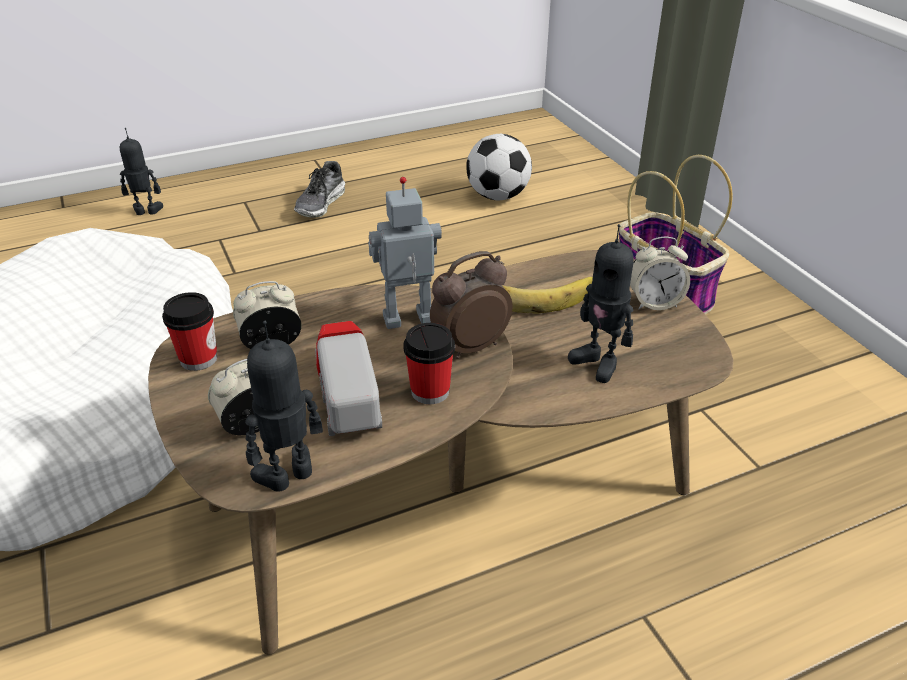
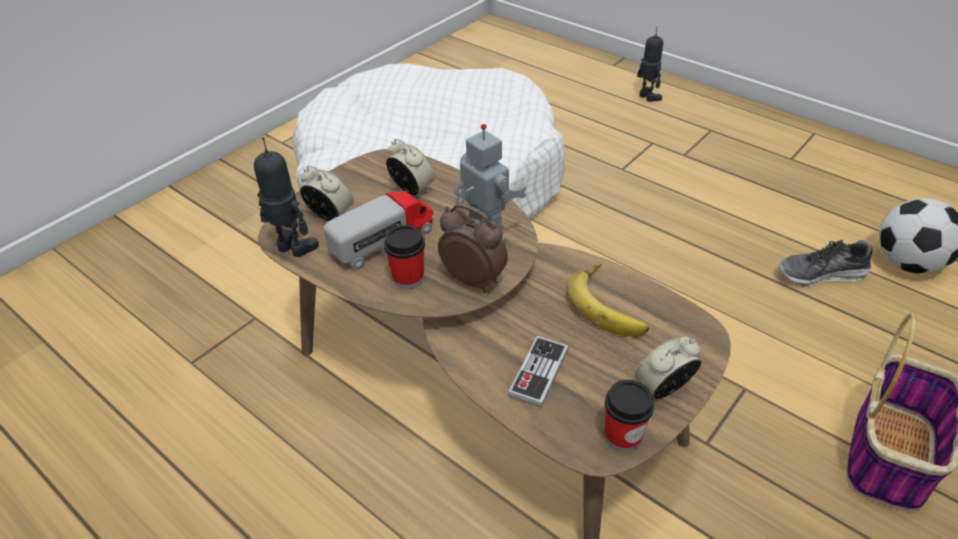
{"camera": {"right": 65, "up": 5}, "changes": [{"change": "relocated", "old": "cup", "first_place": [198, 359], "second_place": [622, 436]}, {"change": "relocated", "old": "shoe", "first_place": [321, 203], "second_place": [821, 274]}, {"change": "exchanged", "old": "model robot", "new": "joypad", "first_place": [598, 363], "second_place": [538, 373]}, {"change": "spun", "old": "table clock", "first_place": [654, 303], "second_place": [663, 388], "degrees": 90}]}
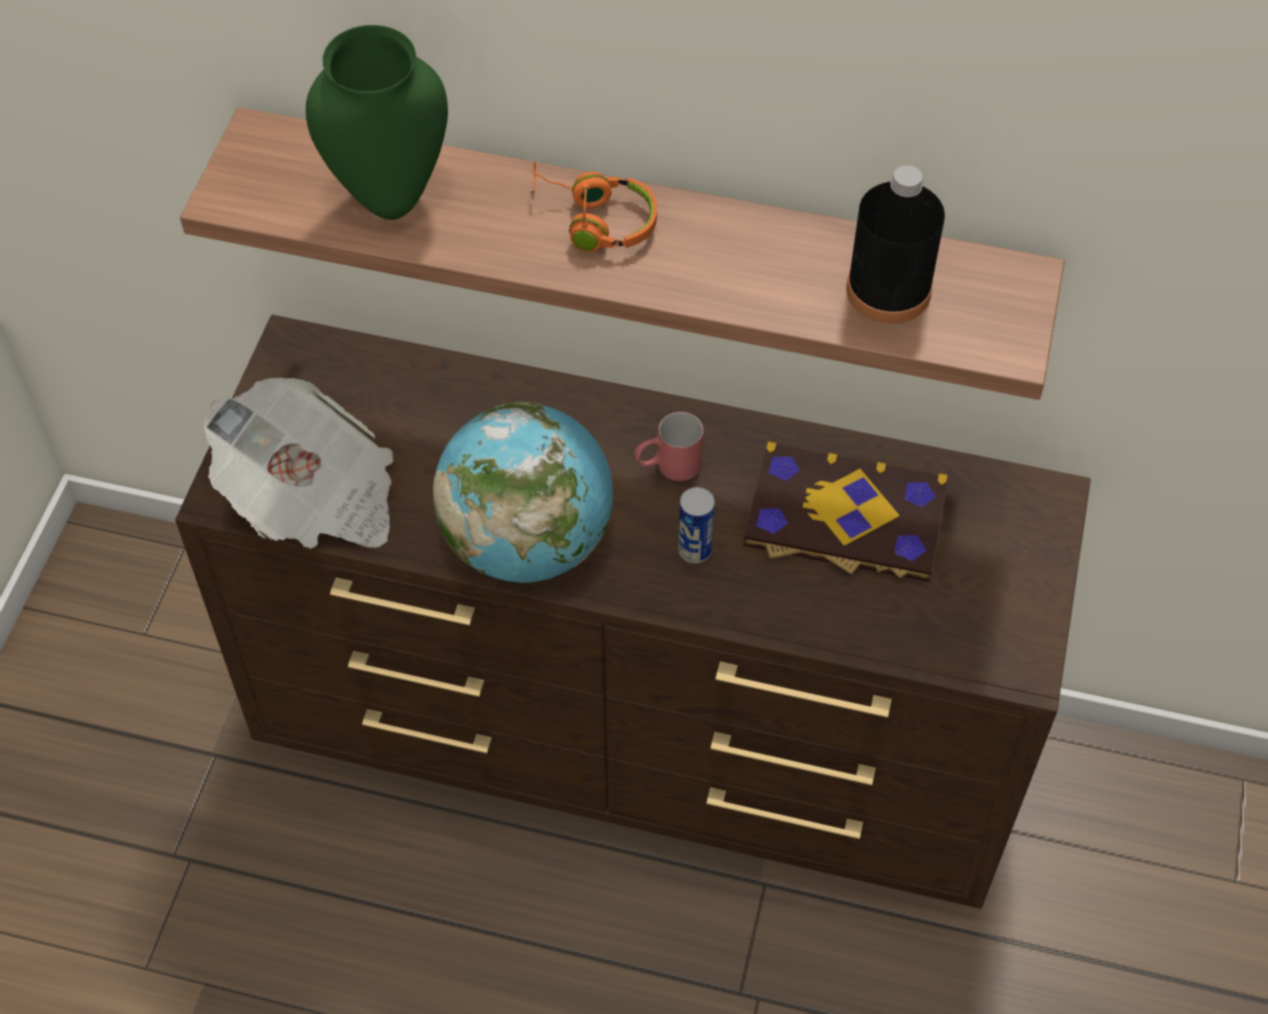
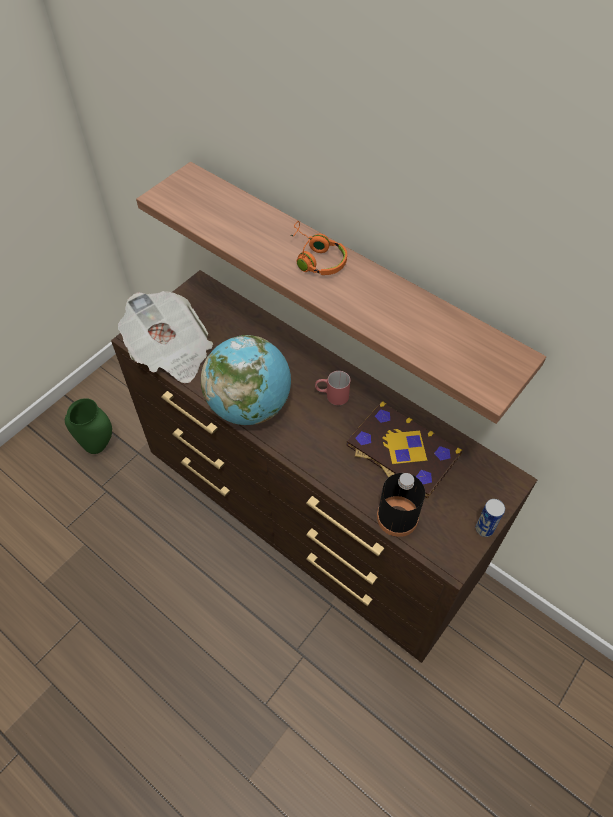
{"camera": {"right": 25, "up": 0}, "changes": [{"change": "relocated", "old": "flower vase in green-coloured", "first_place": [390, 198], "second_place": [99, 445]}, {"change": "relocated", "old": "sealed can", "first_place": [694, 551], "second_place": [484, 529]}, {"change": "relocated", "old": "beverage bottle in black", "first_place": [888, 291], "second_place": [397, 517]}]}
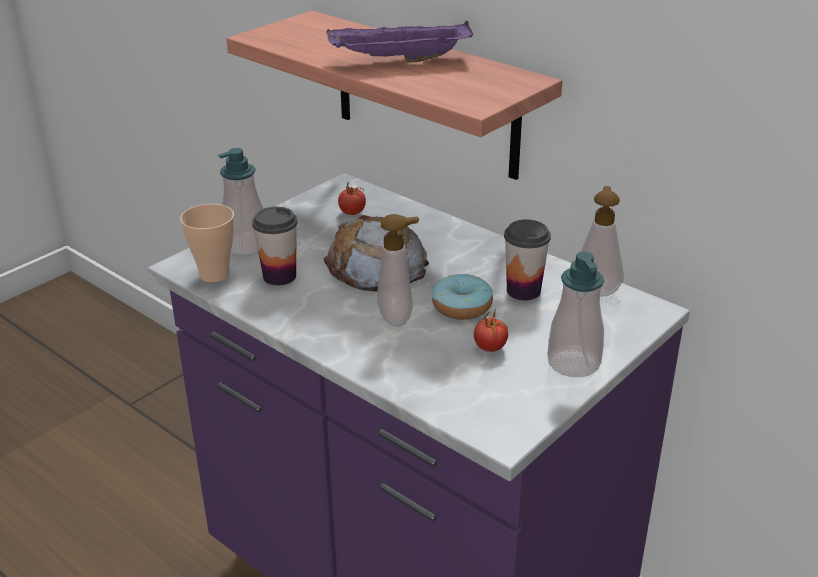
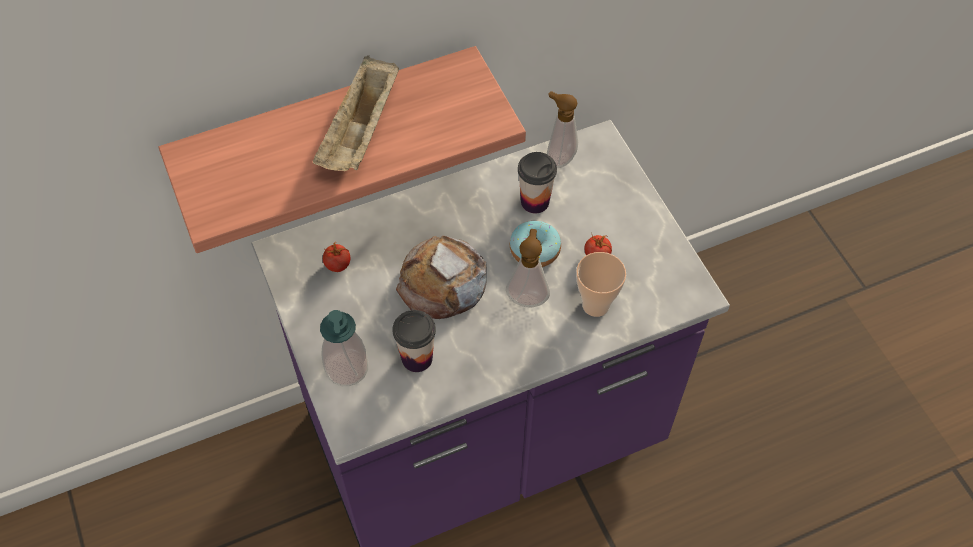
{"camera": {"right": -65, "up": 25}, "changes": [{"change": "missing", "old": "liquid soap bottle", "first_place": [573, 363]}, {"change": "relocated", "old": "cup", "first_place": [214, 274], "second_place": [595, 305]}, {"change": "colour", "old": "carrying tray in purple", "new": "carrying tray in sand-coloured", "first_place": [398, 61], "second_place": [361, 132]}]}
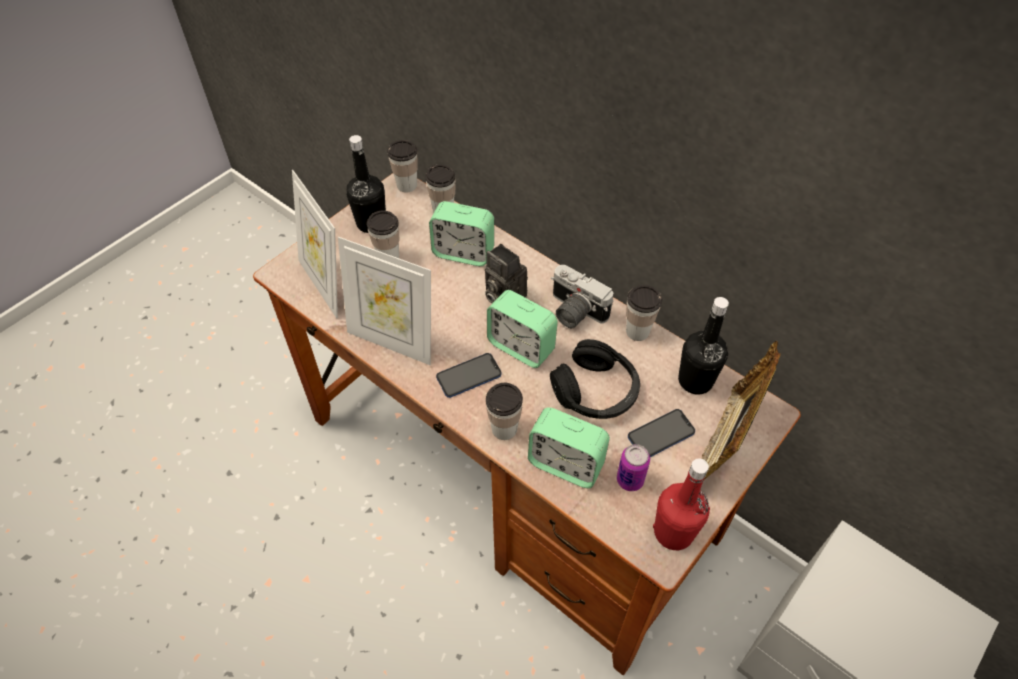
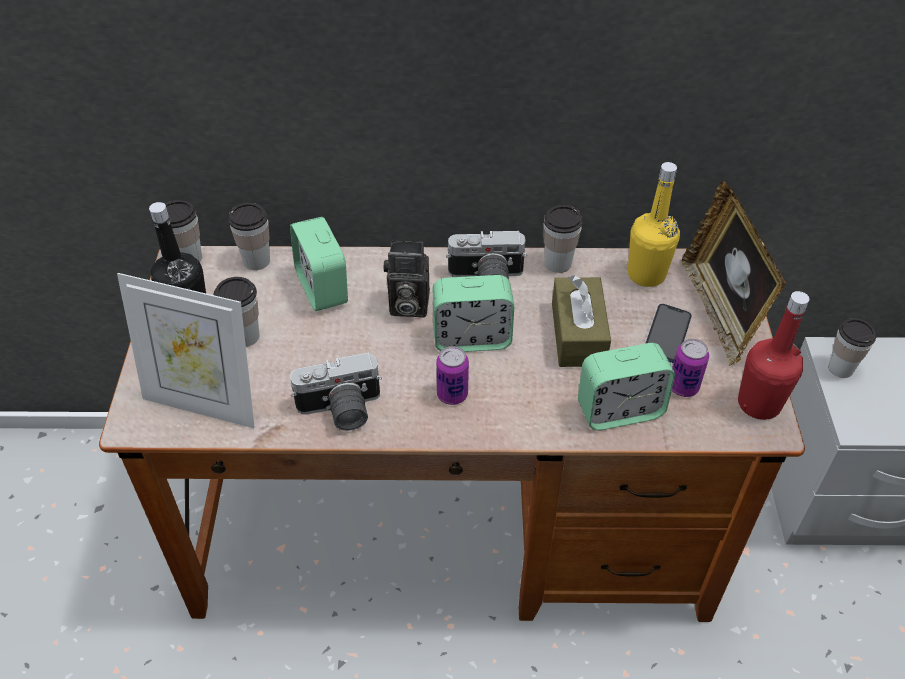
{"camera": {"right": -40, "up": -5}, "changes": [{"change": "relocated", "old": "cup", "first_place": [504, 429], "second_place": [840, 368]}, {"change": "exchanged", "old": "standing frame", "new": "photo camera", "first_place": [393, 341], "second_place": [340, 411]}, {"change": "exchanged", "old": "handset", "new": "sealed can", "first_place": [469, 376], "second_place": [452, 394]}, {"change": "exchanged", "old": "pair of headphones in black", "new": "tissue box in brownish", "first_place": [596, 391], "second_place": [578, 334]}, {"change": "colour", "old": "beverage bottle in black", "new": "beverage bottle in yellow-coloured", "first_place": [695, 381], "second_place": [646, 274]}, {"change": "spun", "old": "table clock", "first_place": [463, 253], "second_place": [322, 288], "degrees": 90}]}
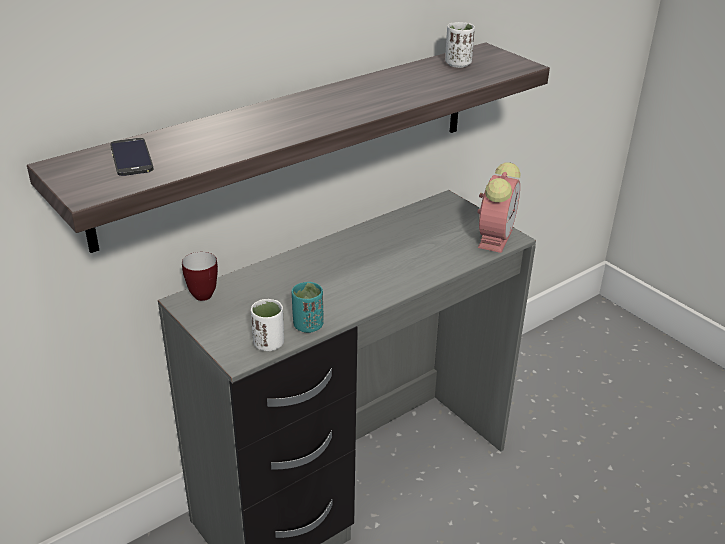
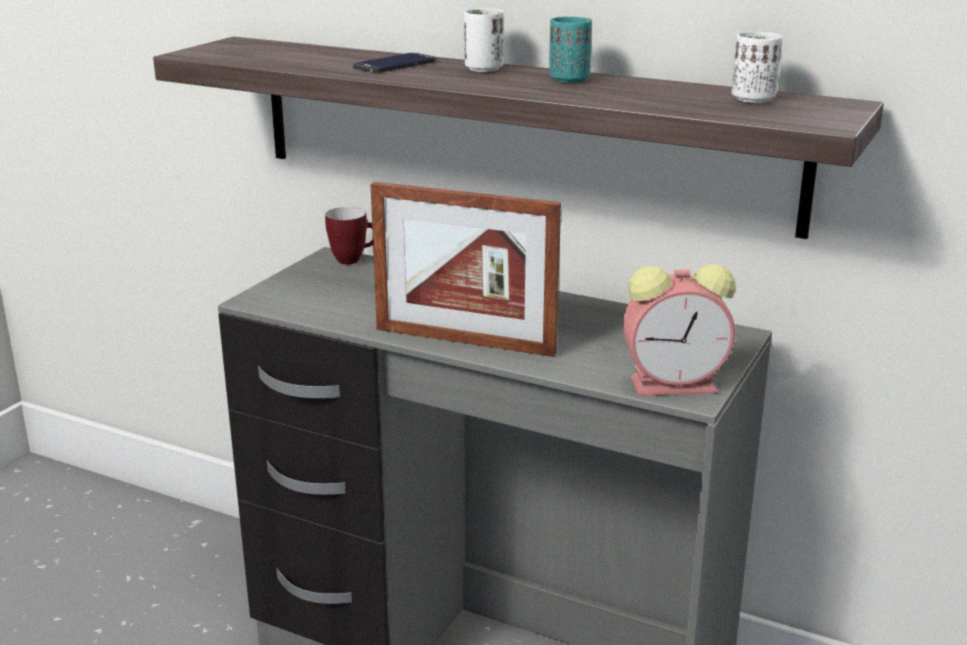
{"camera": {"right": 65, "up": -10}, "changes": [{"change": "appeared", "new": "standing frame", "second_place": [464, 341]}, {"change": "relocated", "old": "handset", "first_place": [131, 157], "second_place": [395, 64]}, {"change": "relocated", "old": "cup in white", "first_place": [268, 344], "second_place": [483, 69]}, {"change": "relocated", "old": "cup in blue-green", "first_place": [308, 325], "second_place": [569, 79]}]}
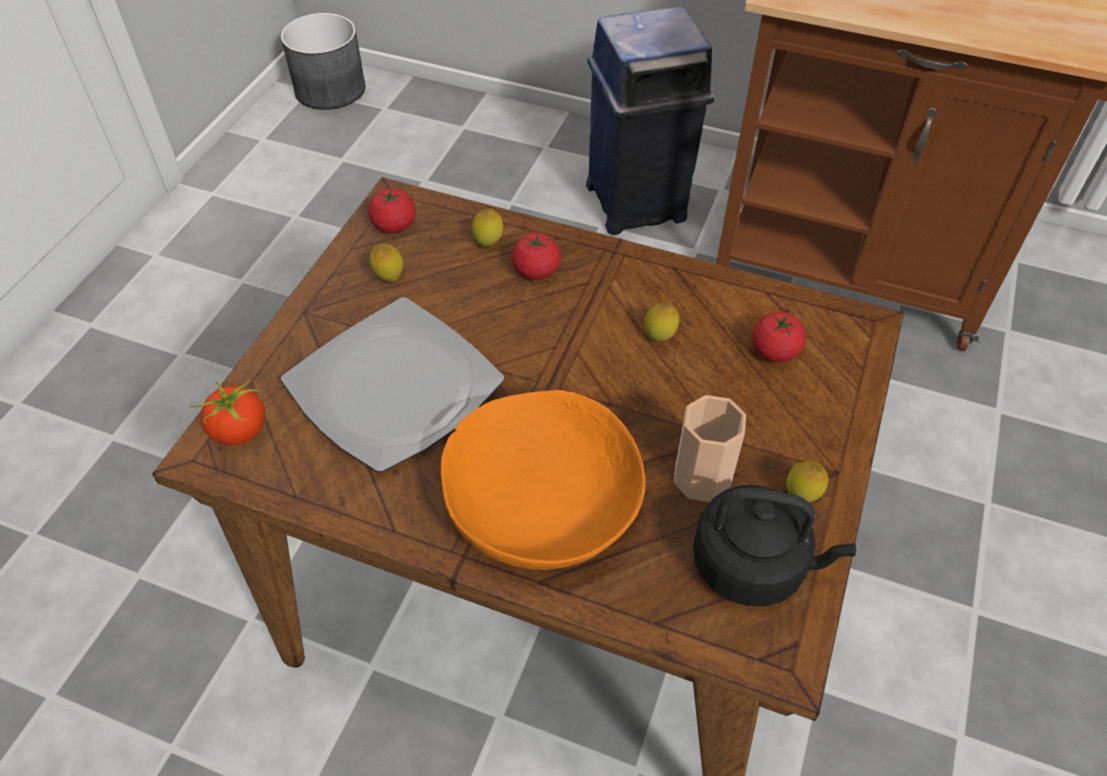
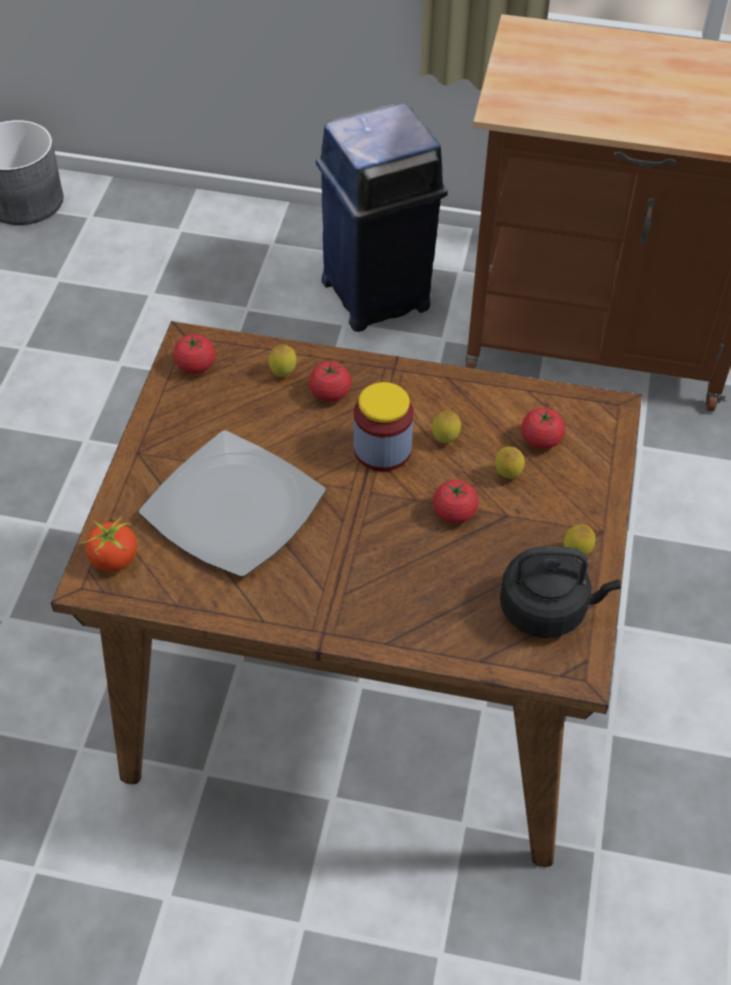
{"camera": {"right": -10, "up": 0}, "changes": [{"change": "missing", "old": "bowl in orangey", "first_place": [542, 506]}, {"change": "missing", "old": "cup", "first_place": [702, 477]}, {"change": "appeared", "new": "storage jar", "second_place": [382, 449]}, {"change": "appeared", "new": "fresh tomato", "second_place": [454, 513]}, {"change": "relocated", "old": "citrus fruit", "first_place": [389, 279], "second_place": [507, 476]}]}
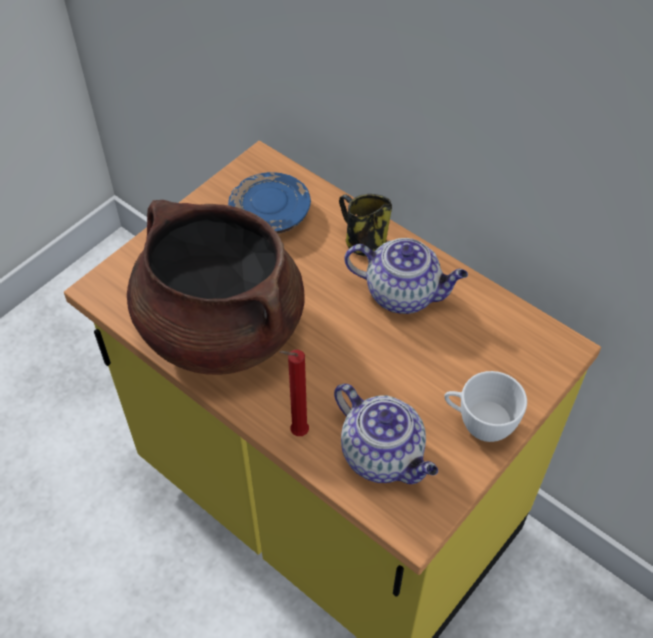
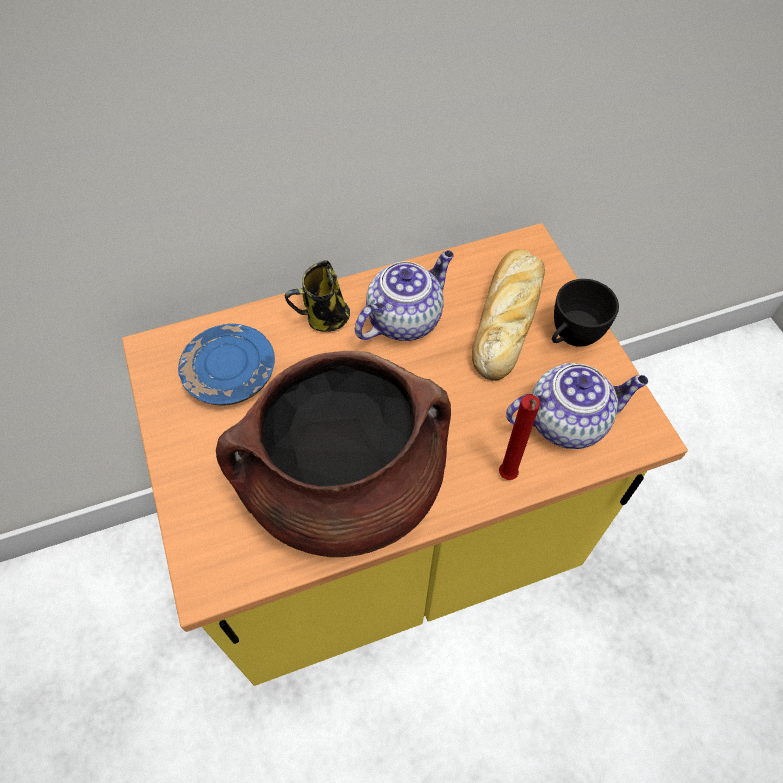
{"camera": {"right": -60, "up": 5}, "changes": [{"change": "appeared", "new": "bread", "second_place": [507, 316]}, {"change": "colour", "old": "cup in white", "new": "cup in black", "first_place": [479, 423], "second_place": [571, 337]}]}
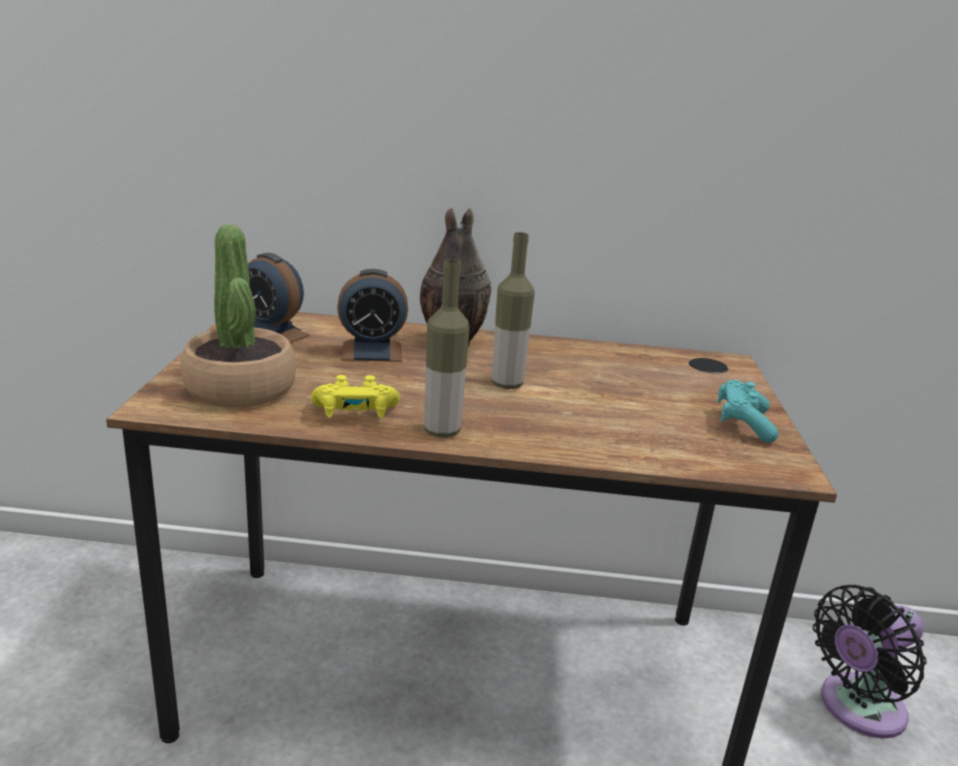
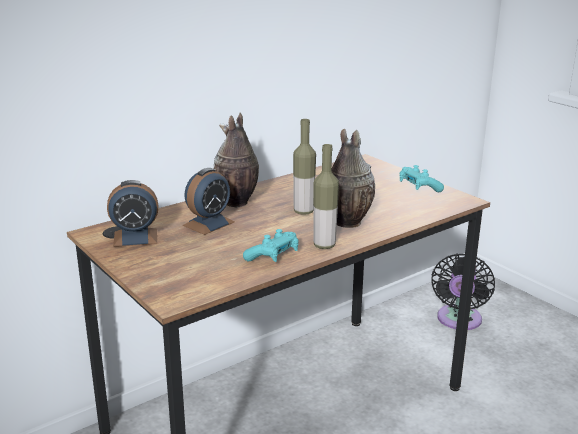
{"camera": {"right": -40, "up": 0}, "changes": [{"change": "missing", "old": "plant in a pot", "first_place": [241, 388]}, {"change": "appeared", "new": "flower vase", "second_place": [346, 223]}, {"change": "colour", "old": "joypad in yellow-coloured", "new": "joypad in blue-green", "first_place": [355, 414], "second_place": [273, 256]}]}
